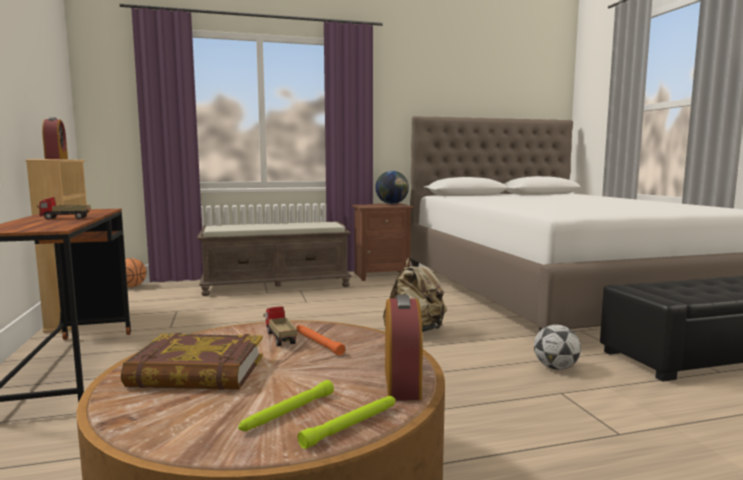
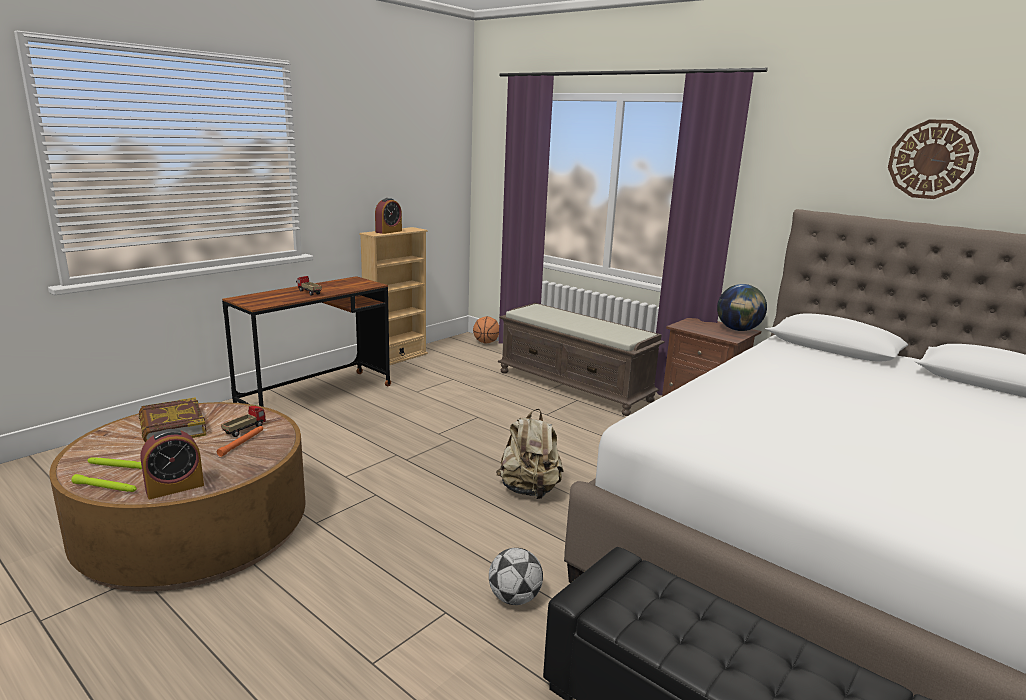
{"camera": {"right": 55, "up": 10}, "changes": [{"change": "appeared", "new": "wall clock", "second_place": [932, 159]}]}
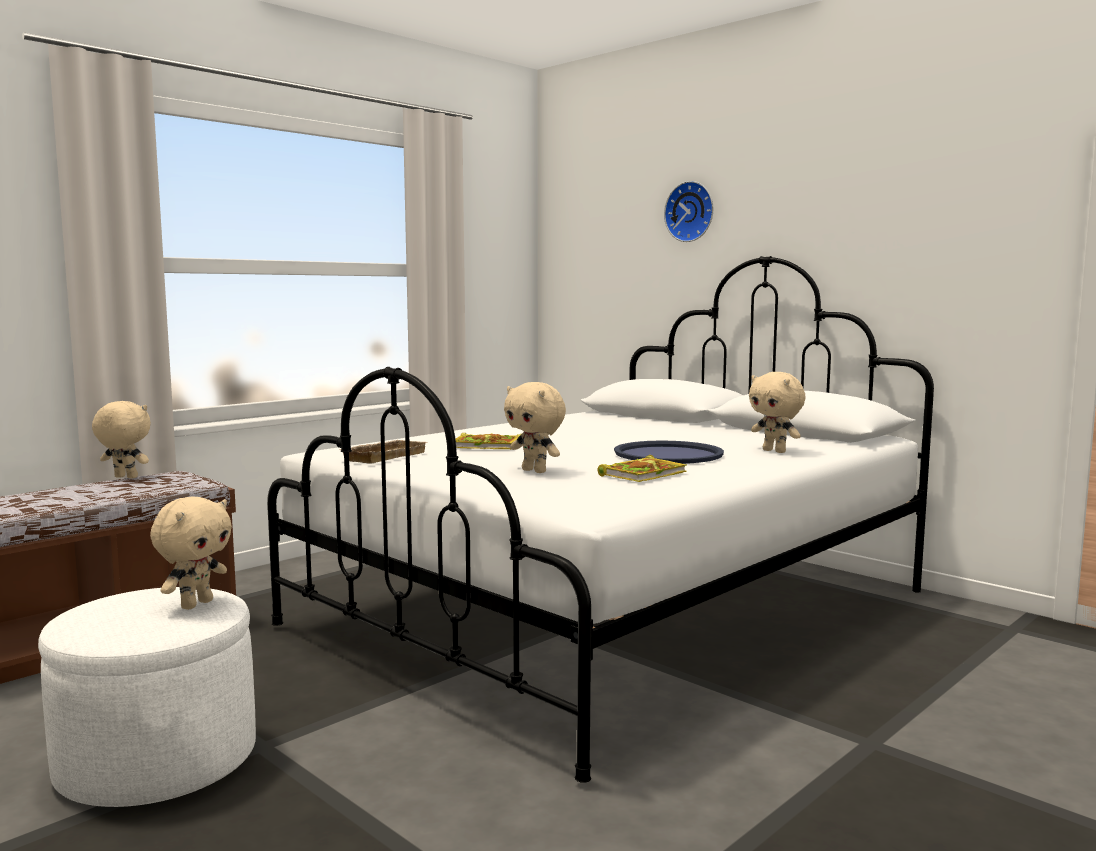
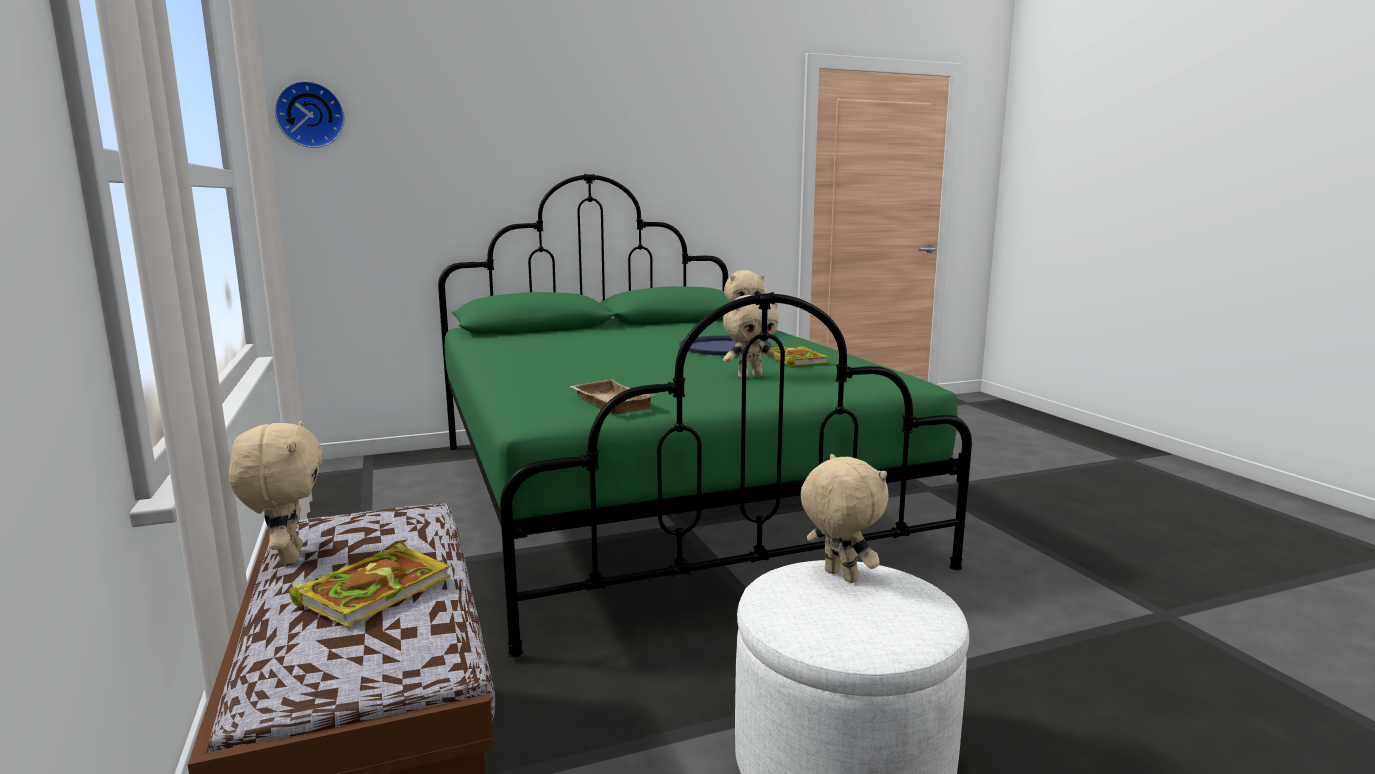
{"camera": {"right": -65, "up": 5}, "changes": [{"change": "relocated", "old": "book", "first_place": [489, 446], "second_place": [376, 589]}, {"change": "relocated", "old": "wall clock", "first_place": [691, 212], "second_place": [310, 115]}, {"change": "colour", "old": "bedroom bed in white", "new": "bedroom bed in green-coloured", "first_place": [616, 608], "second_place": [656, 498]}, {"change": "spun", "old": "soft toy in sand-coloured", "first_place": [124, 477], "second_place": [287, 557], "degrees": 120}]}
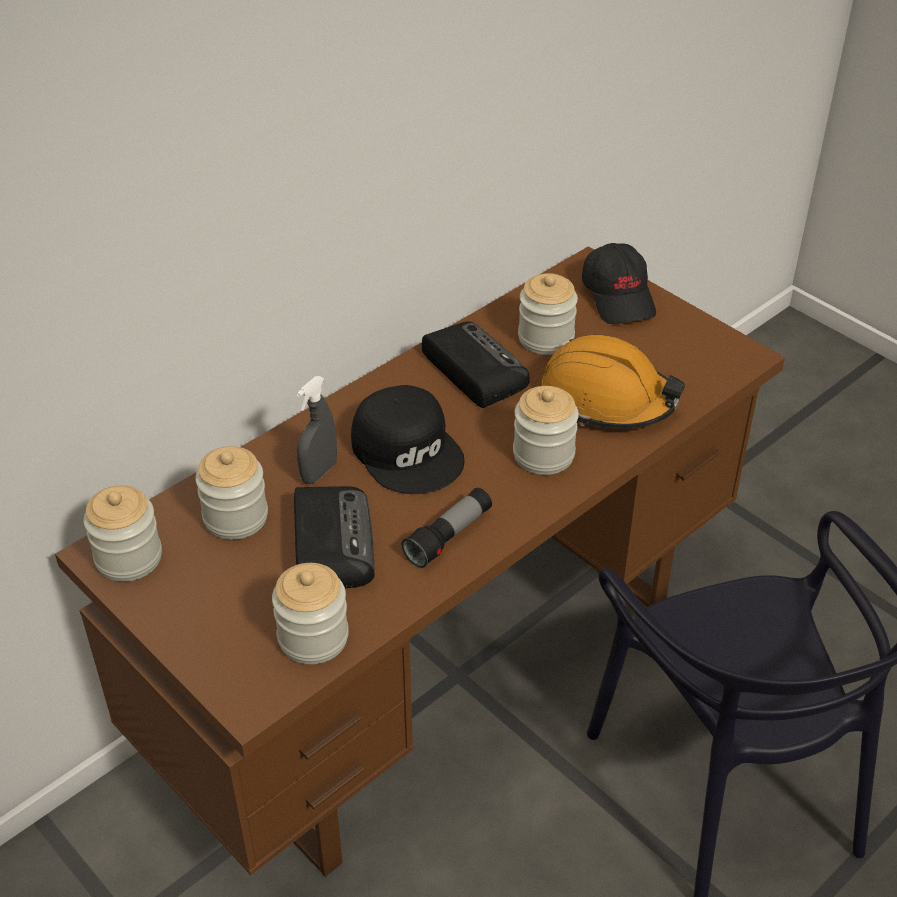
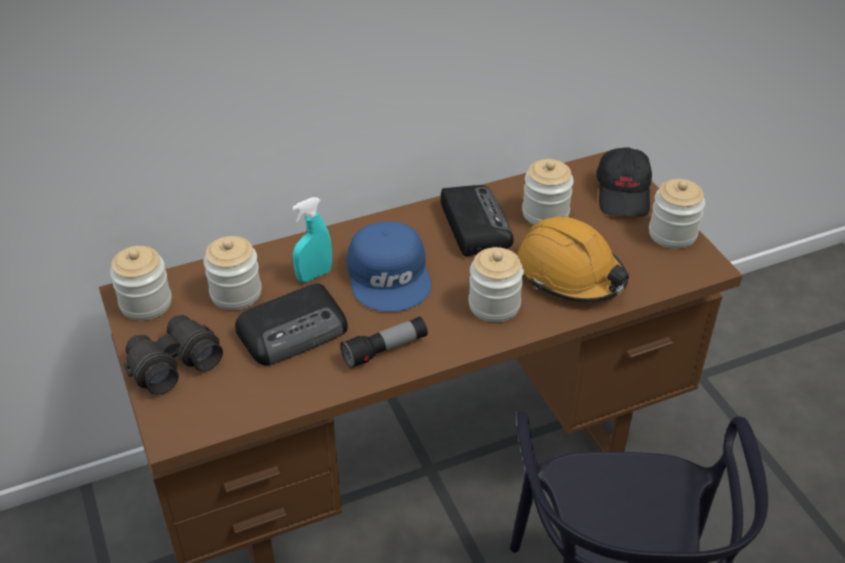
{"camera": {"right": 20, "up": 0}, "changes": [{"change": "appeared", "new": "field glasses in black", "second_place": [173, 363]}, {"change": "relocated", "old": "storage jar", "first_place": [313, 638], "second_place": [672, 234]}, {"change": "colour", "old": "sprayer in gray", "new": "sprayer in blue-green", "first_place": [319, 472], "second_place": [314, 275]}, {"change": "colour", "old": "baseball cap in black", "new": "baseball cap in bluish", "first_place": [408, 450], "second_place": [390, 275]}, {"change": "spun", "old": "radio", "first_place": [331, 542], "second_place": [295, 330], "degrees": 45}]}
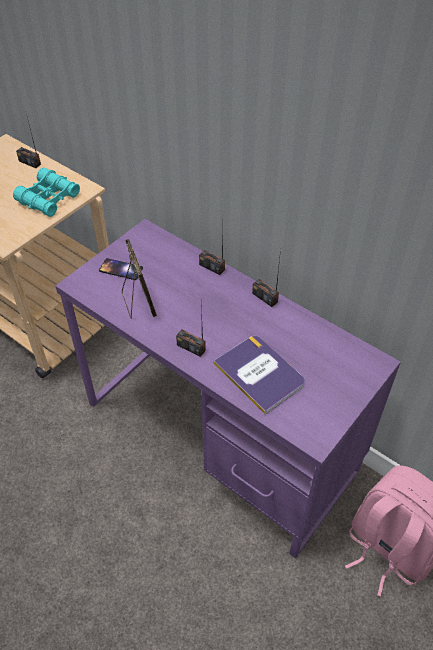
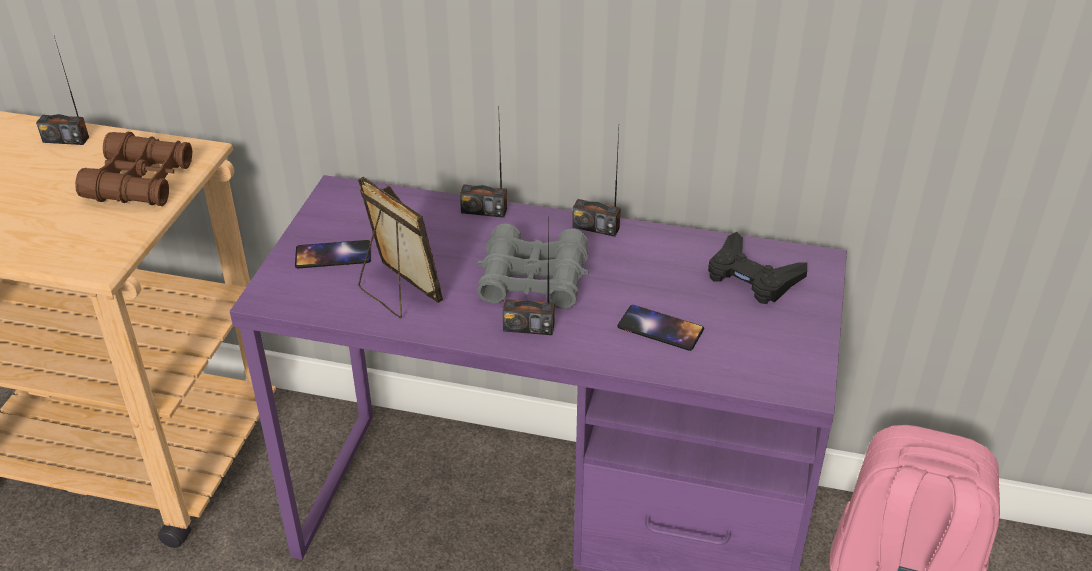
{"camera": {"right": -25, "up": -10}, "changes": [{"change": "appeared", "new": "field glasses in gray", "second_place": [533, 279]}, {"change": "appeared", "new": "joypad in black", "second_place": [752, 277]}, {"change": "exchanged", "old": "book", "new": "handset", "first_place": [259, 373], "second_place": [660, 328]}, {"change": "colour", "old": "field glasses in blue-green", "new": "field glasses in brownish", "first_place": [49, 198], "second_place": [140, 182]}]}
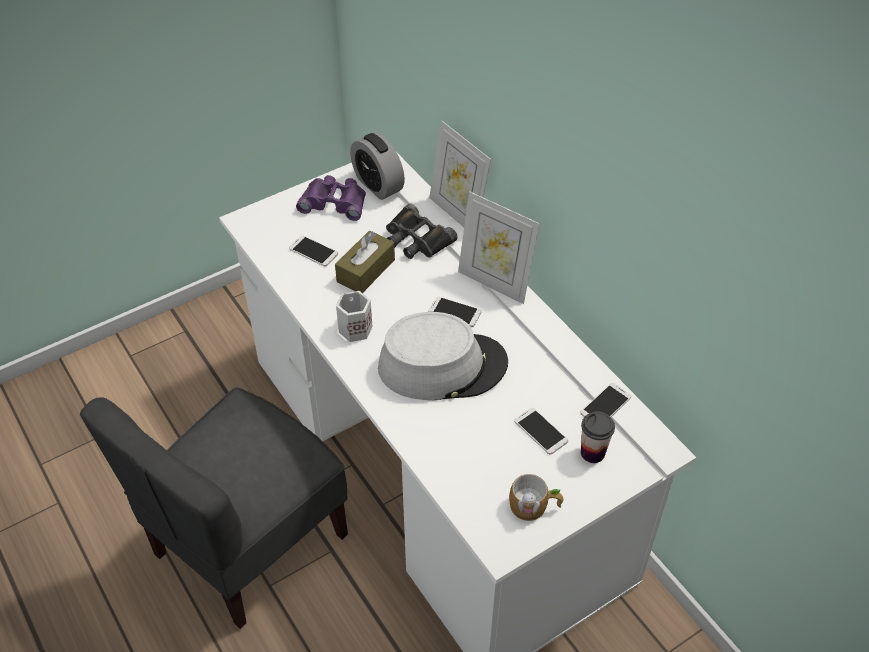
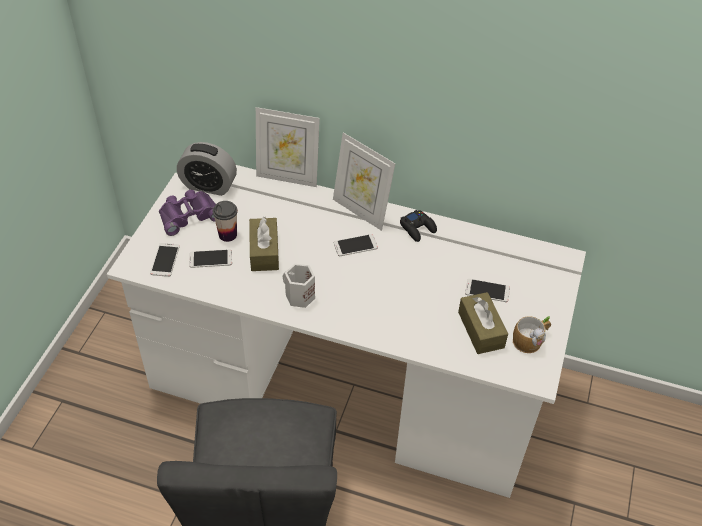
{"camera": {"right": -40, "up": 0}, "changes": [{"change": "missing", "old": "wearable hat in gray", "first_place": [442, 365]}, {"change": "missing", "old": "field glasses in black", "first_place": [416, 239]}, {"change": "appeared", "new": "joypad in black", "second_place": [418, 228]}, {"change": "appeared", "new": "tissue box in brownish", "second_place": [481, 330]}, {"change": "relocated", "old": "handset", "first_place": [605, 405], "second_place": [165, 260]}, {"change": "relocated", "old": "cup", "first_place": [592, 453], "second_place": [227, 235]}, {"change": "spun", "old": "standing frame", "first_place": [494, 282], "second_place": [361, 211], "degrees": 45}]}
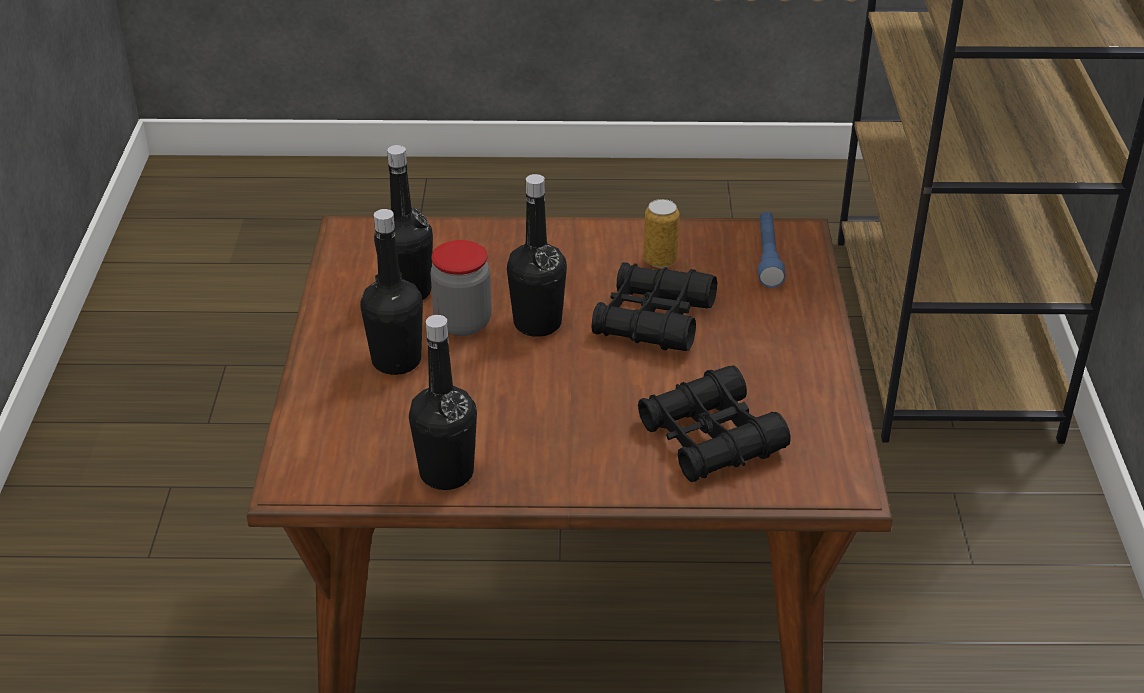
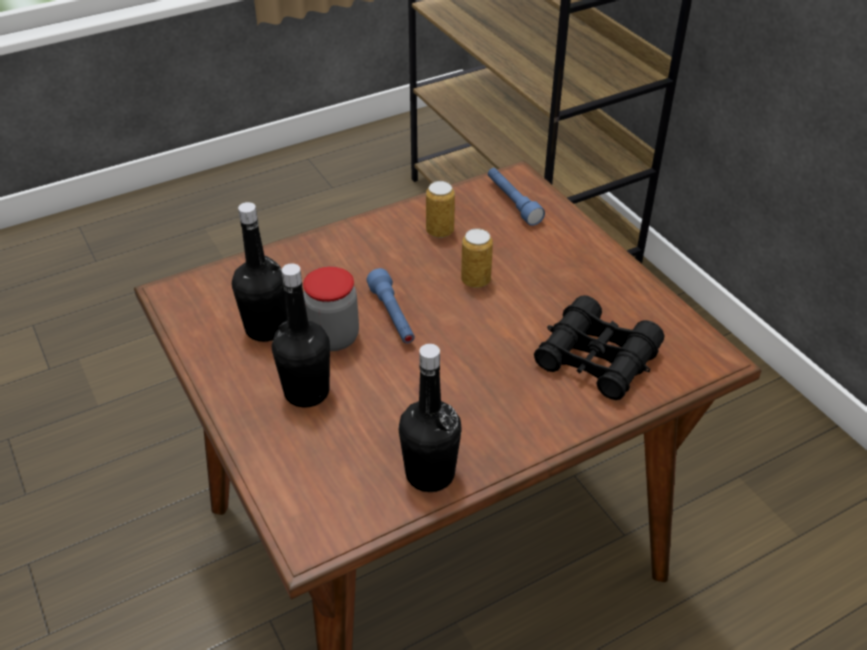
{"camera": {"right": -30, "up": 5}, "changes": [{"change": "exchanged", "old": "beverage bottle in black", "new": "flashlight in bluish", "first_place": [537, 323], "second_place": [392, 316]}, {"change": "exchanged", "old": "field glasses in black", "new": "sealed can", "first_place": [653, 320], "second_place": [476, 280]}]}
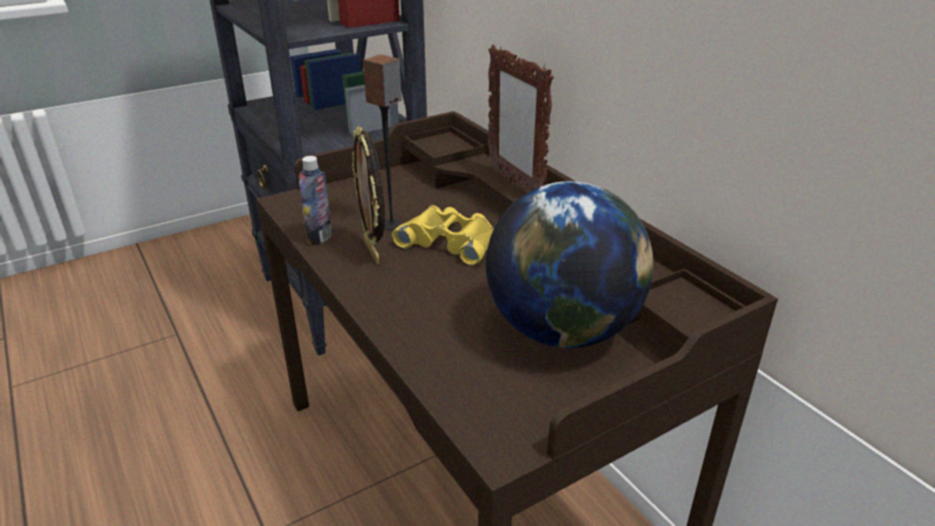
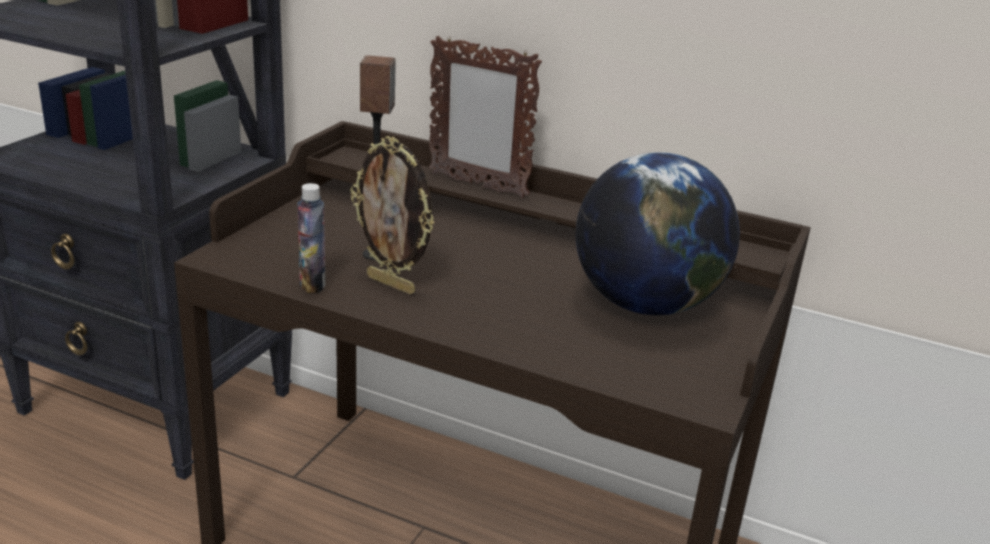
{"camera": {"right": -35, "up": -5}, "changes": [{"change": "missing", "old": "field glasses in yellow-coloured", "first_place": [449, 241]}]}
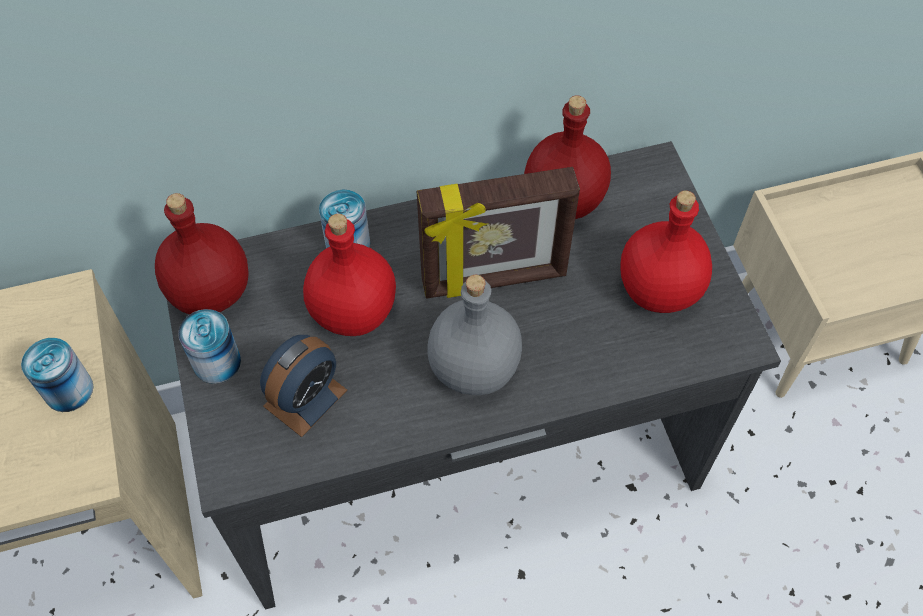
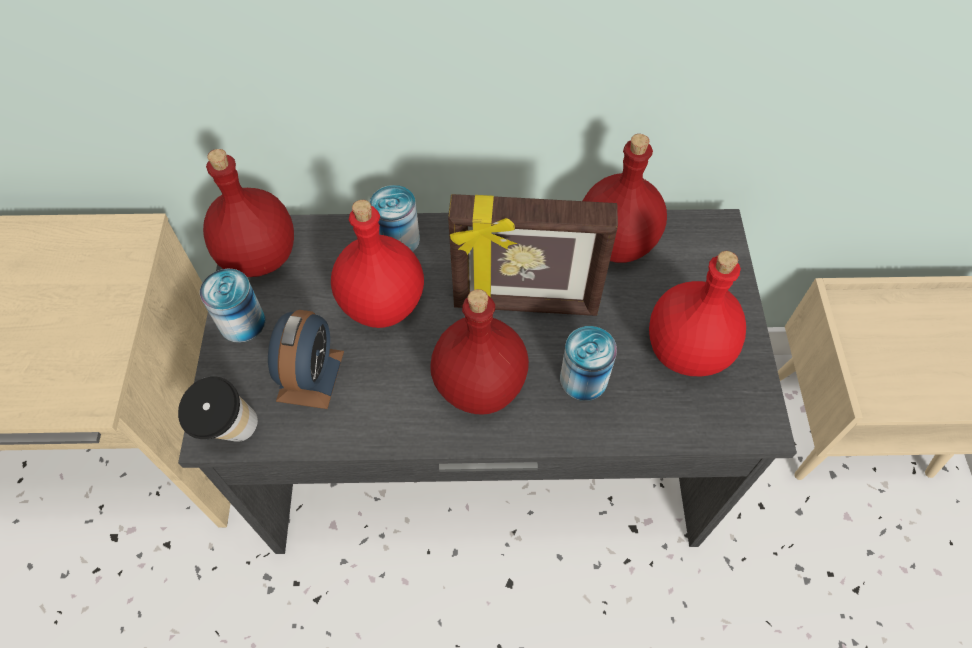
{"camera": {"right": 15, "up": 0}, "changes": [{"change": "appeared", "new": "cup", "second_place": [230, 434]}, {"change": "relocated", "old": "sealed can", "first_place": [68, 390], "second_place": [583, 379]}, {"change": "colour", "old": "beverage bottle in gray", "new": "beverage bottle in red", "first_place": [472, 367], "second_place": [478, 383]}, {"change": "spun", "old": "table clock", "first_place": [305, 398], "second_place": [310, 376], "degrees": -45}]}
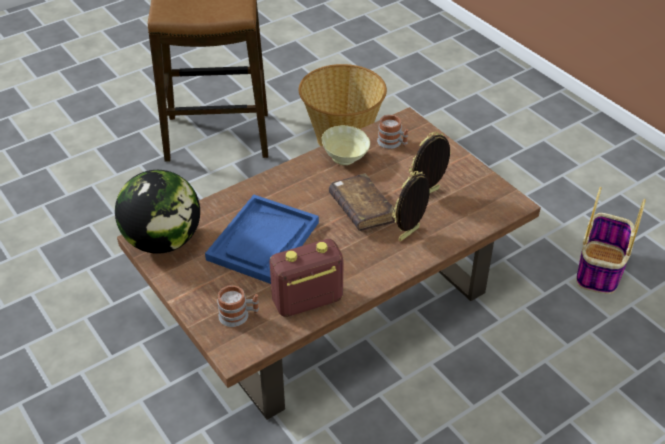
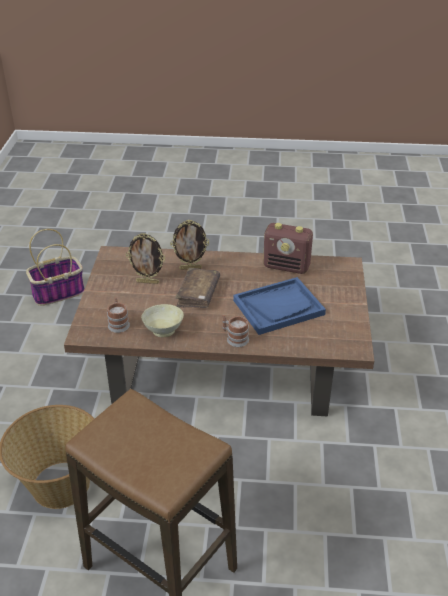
{"camera": {"right": -140, "up": -5}, "changes": [{"change": "missing", "old": "desk globe", "first_place": [163, 241]}, {"change": "relocated", "old": "coffee mug", "first_place": [239, 316], "second_place": [234, 338]}]}
